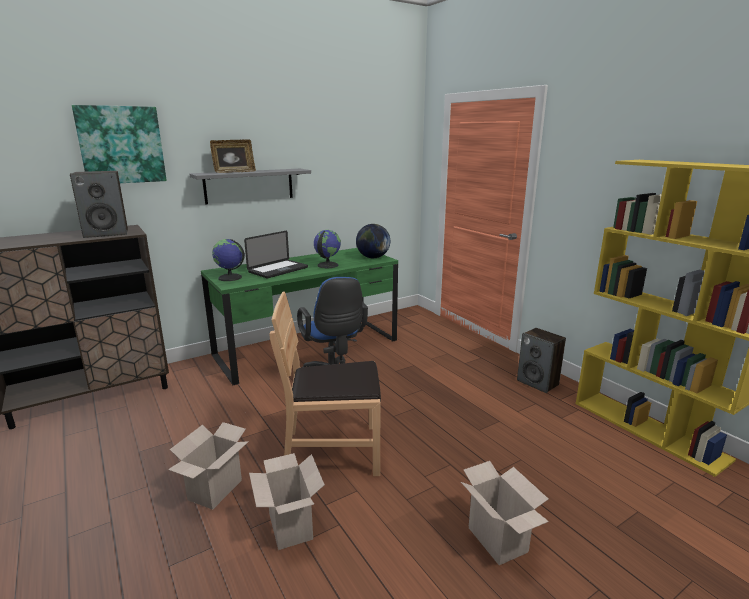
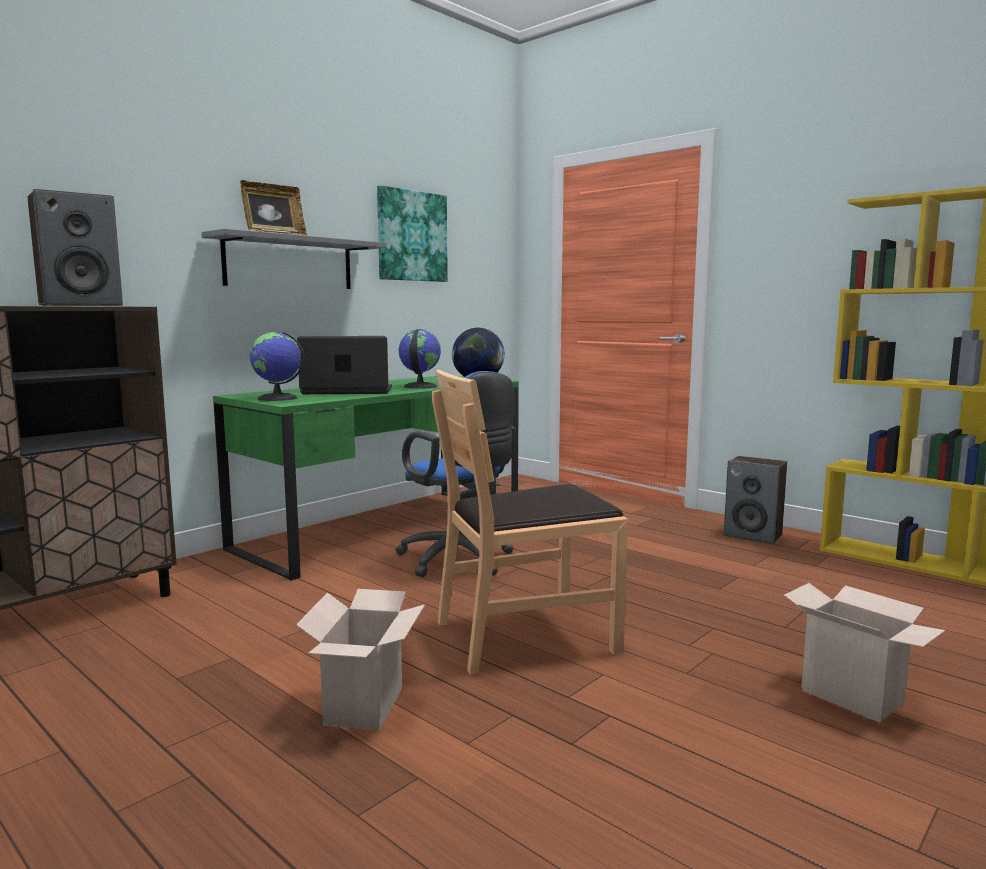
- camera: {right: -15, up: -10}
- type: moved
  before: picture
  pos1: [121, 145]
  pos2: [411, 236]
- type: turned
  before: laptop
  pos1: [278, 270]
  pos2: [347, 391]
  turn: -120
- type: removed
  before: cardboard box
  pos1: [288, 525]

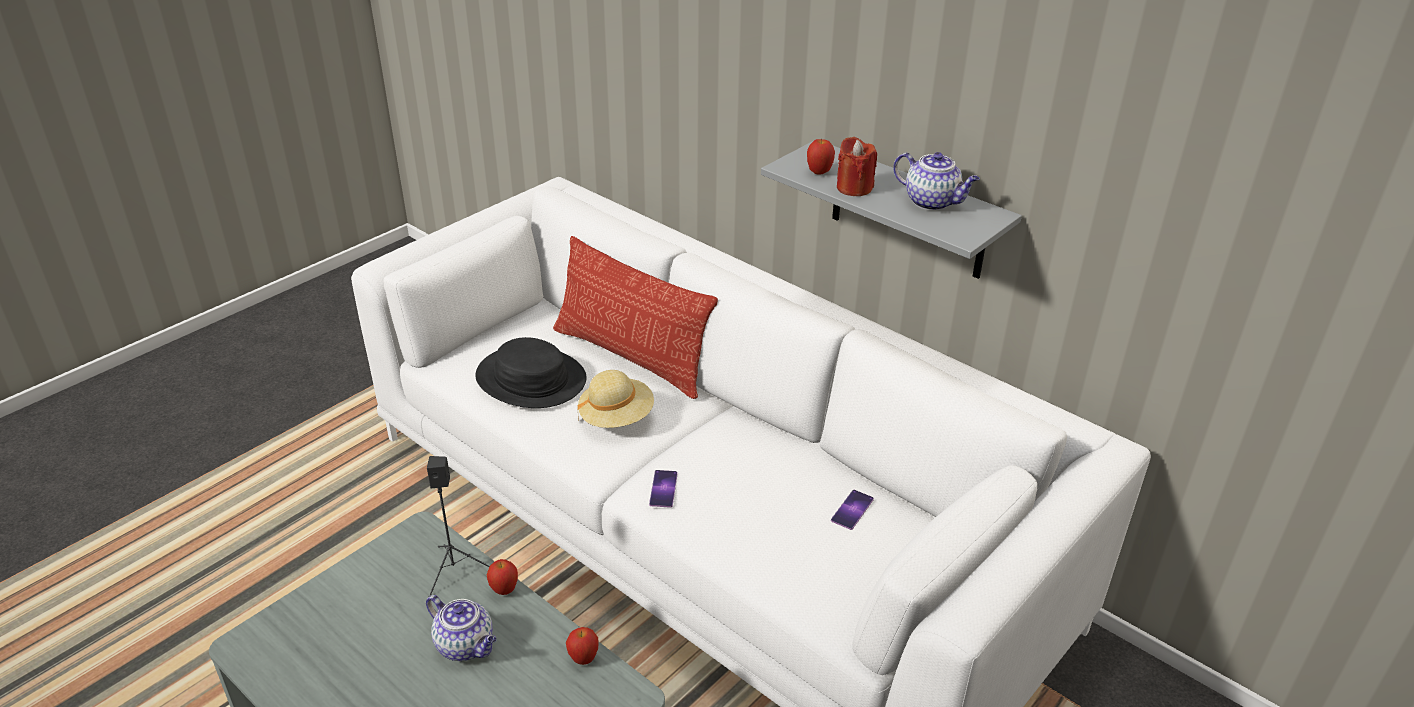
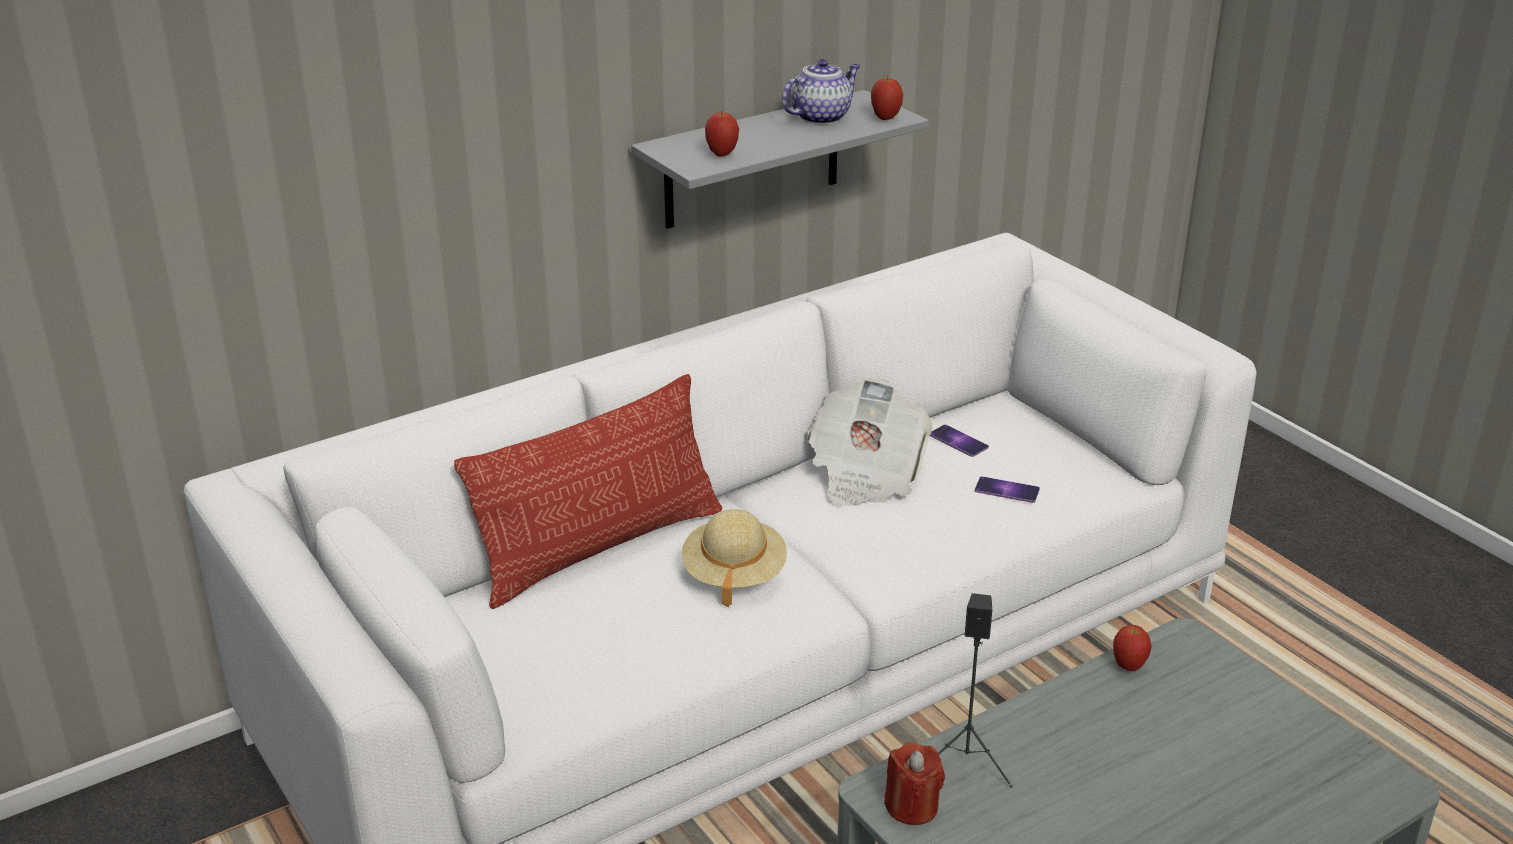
- camera: {right: -75, up: -5}
- type: moved
  before: candle/red
  pos1: [854, 188]
  pos2: [912, 807]
- type: removed
  before: hat/black
  pos1: [531, 379]
- type: moved
  before: phone
  pos1: [663, 489]
  pos2: [1007, 490]
- type: moved
  before: apple
  pos1: [504, 590]
  pos2: [886, 118]
- type: removed
  before: teapot
  pos1: [466, 645]
- type: added
  after: newspaper
  pos2: [866, 473]

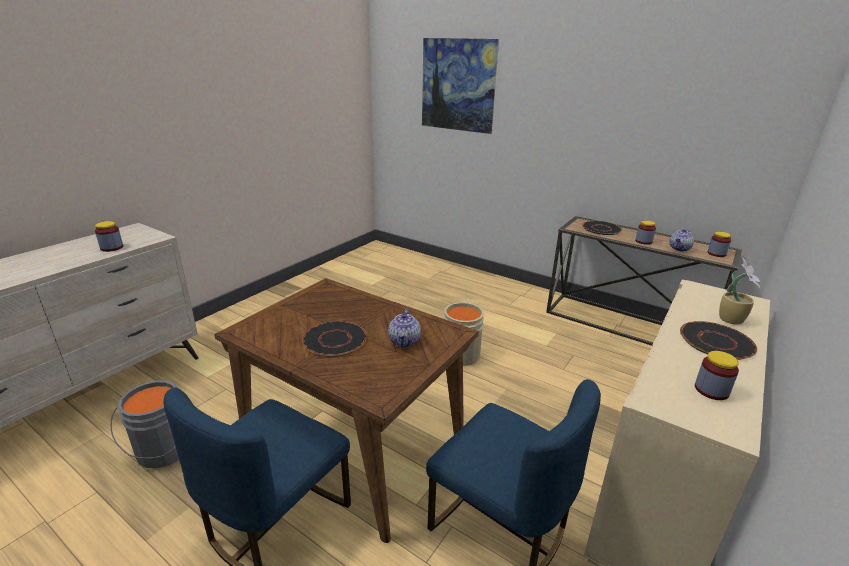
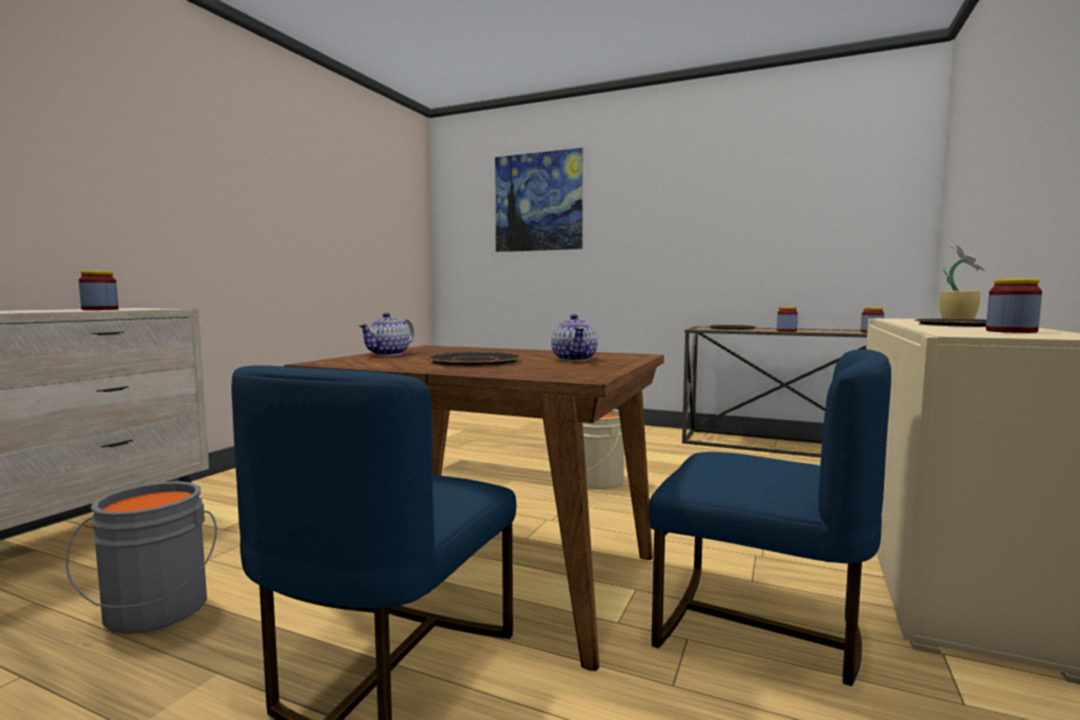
- camera: {right: -10, up: -20}
- type: moved
  before: teapot
  pos1: [679, 249]
  pos2: [388, 354]

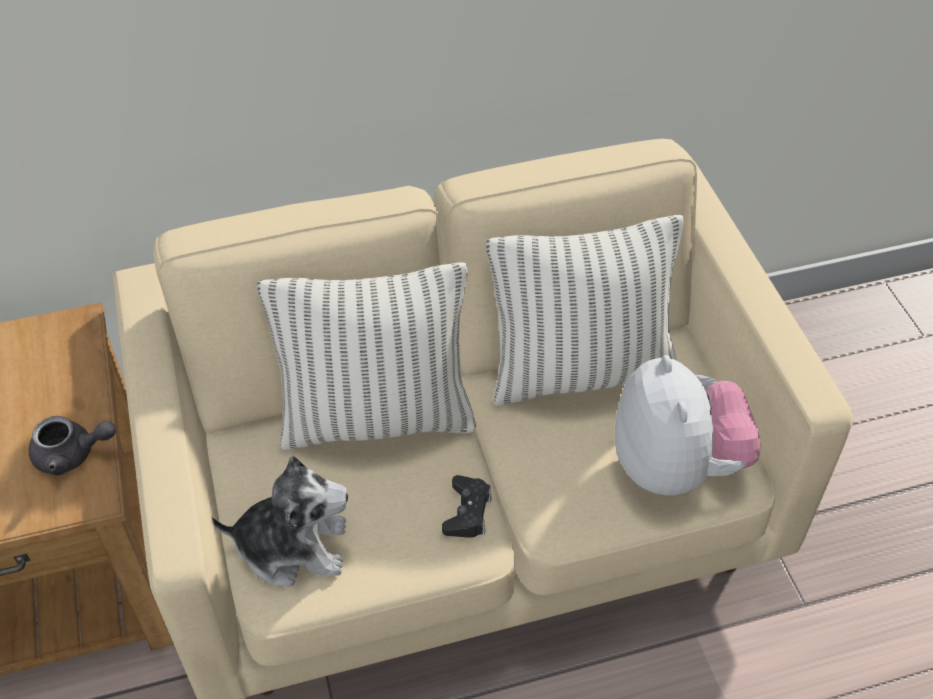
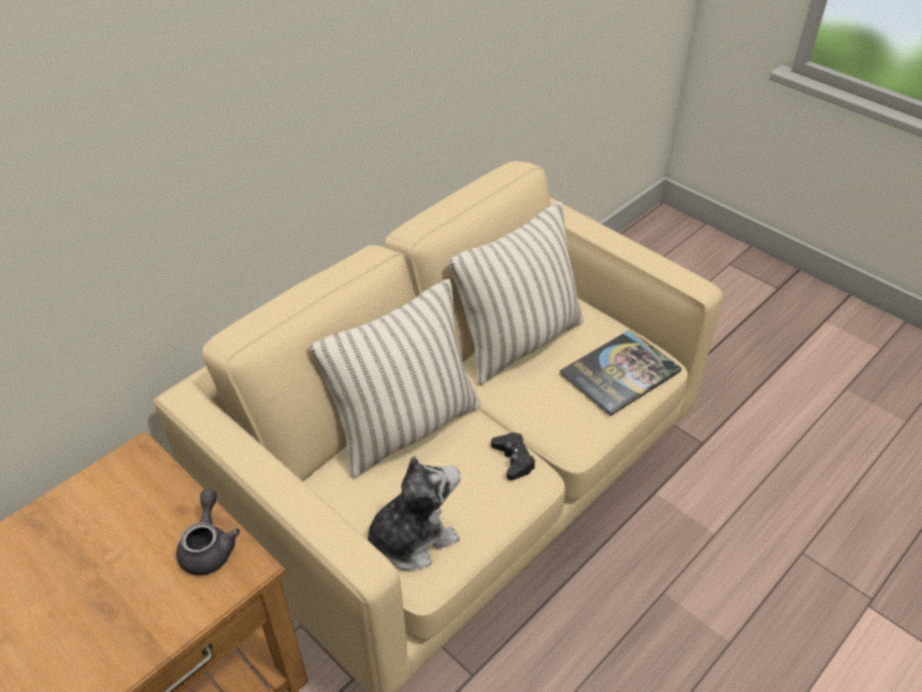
- camera: {right: -30, up: -5}
- type: replaced
  before: plush toy
  after: book
  pos1: [675, 466]
  pos2: [620, 373]
- type: turned
  before: teapot/grey
  pos1: [72, 455]
  pos2: [209, 546]
  turn: -60

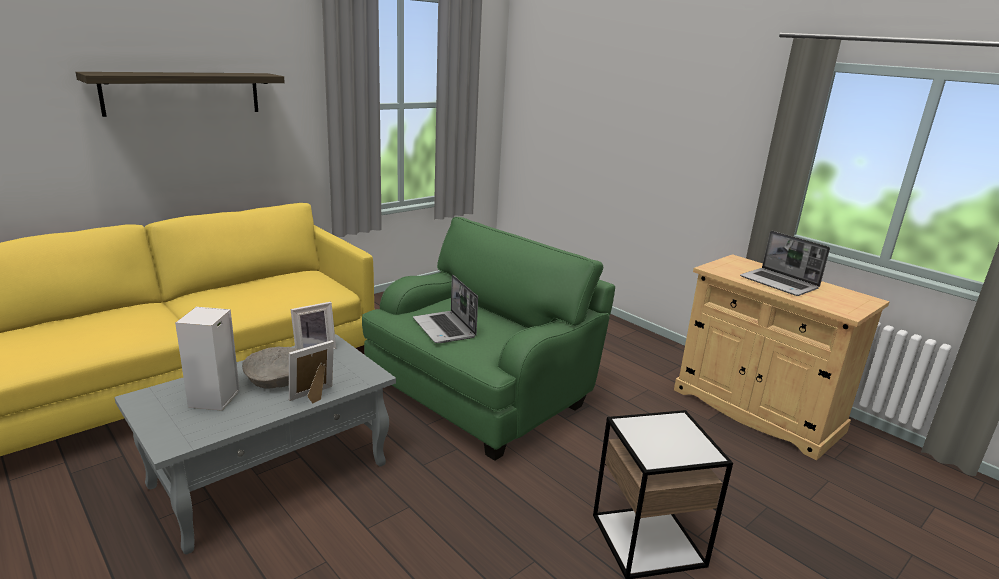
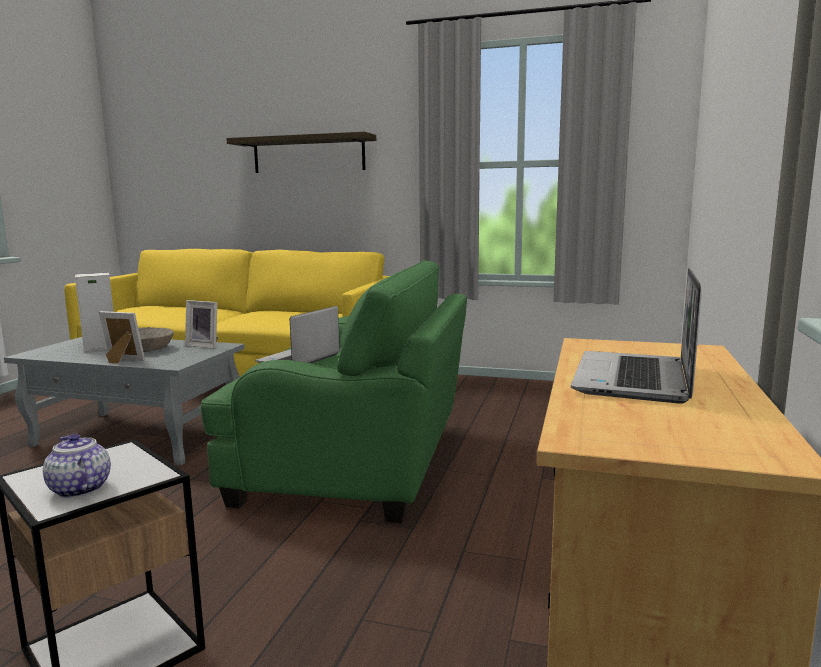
- camera: {right: 60, up: -10}
- type: added
  after: teapot
  pos2: [79, 489]

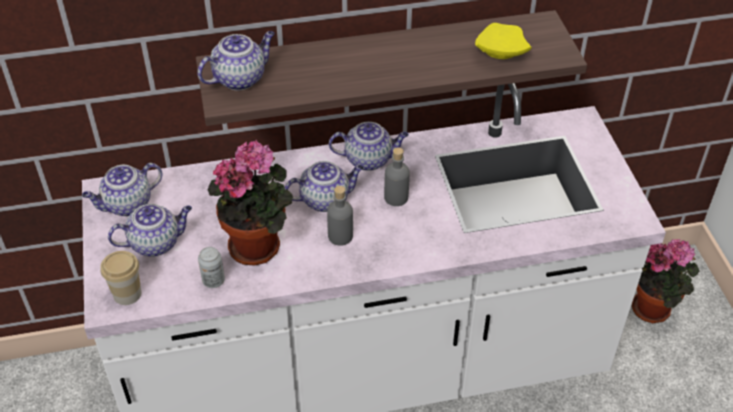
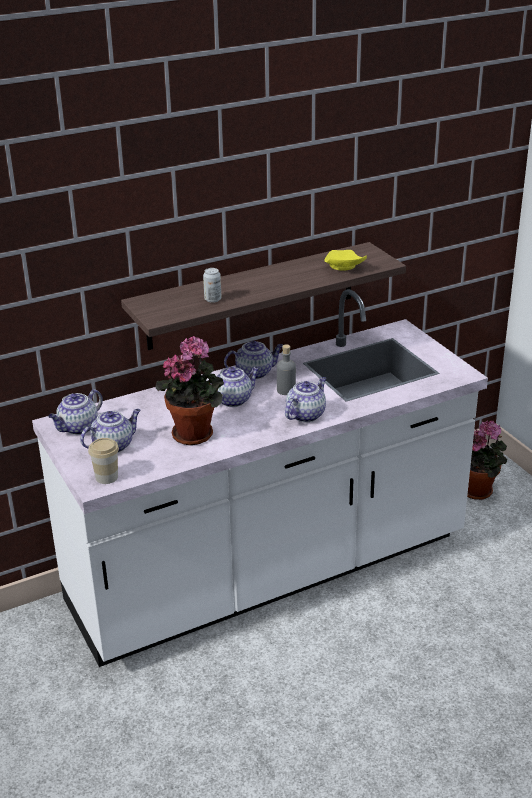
- camera: {right: -15, up: -15}
- type: moved
  before: teapot
  pos1: [240, 78]
  pos2: [306, 414]
- type: removed
  before: bottle/grey
  pos1: [340, 236]
- type: moved
  before: can
  pos1: [213, 281]
  pos2: [213, 299]

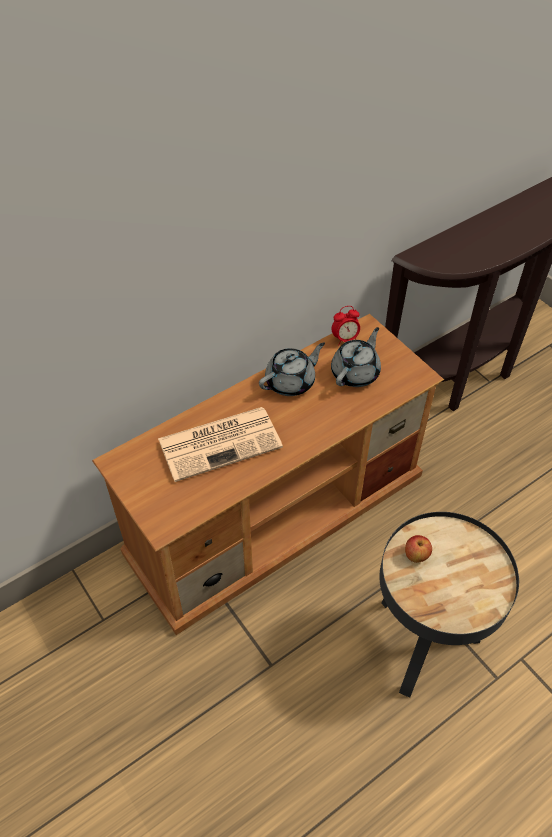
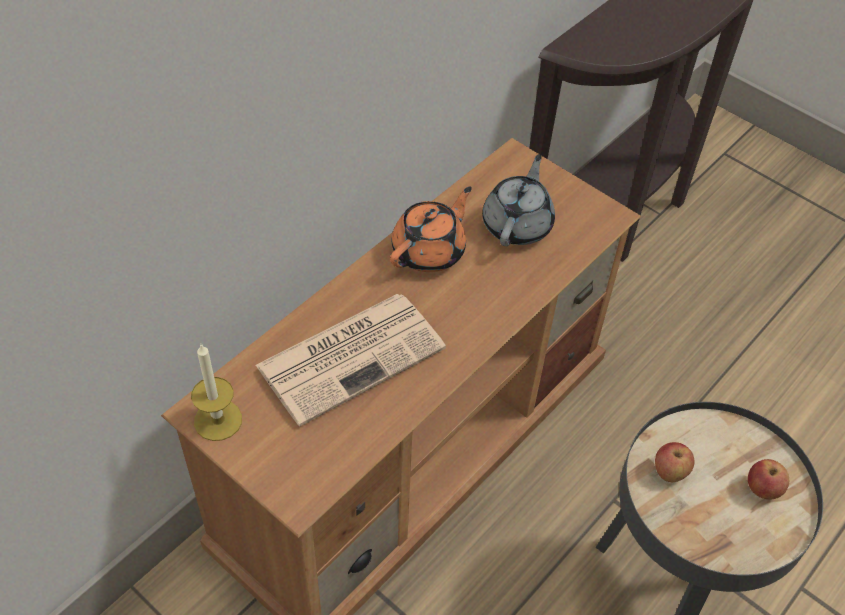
- camera: {right: -15, up: 0}
- type: removed
  before: alarm clock
  pos1: [345, 339]
- type: recoloured
  before: teapot/grey
  after: teapot/orange
  pos1: [291, 382]
  pos2: [430, 251]
- type: added
  after: candle
  pos2: [218, 420]
- type: added
  after: apple
  pos2: [762, 489]

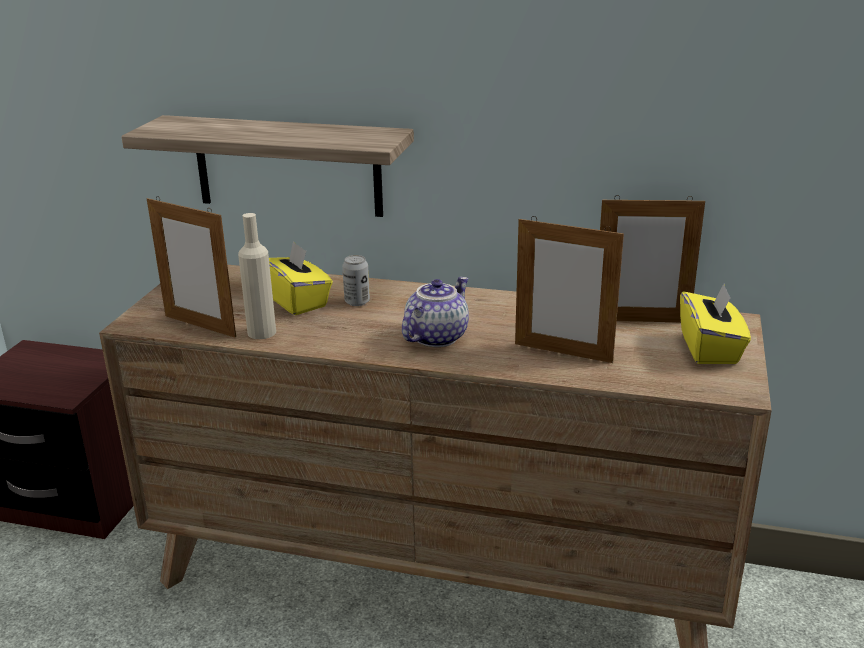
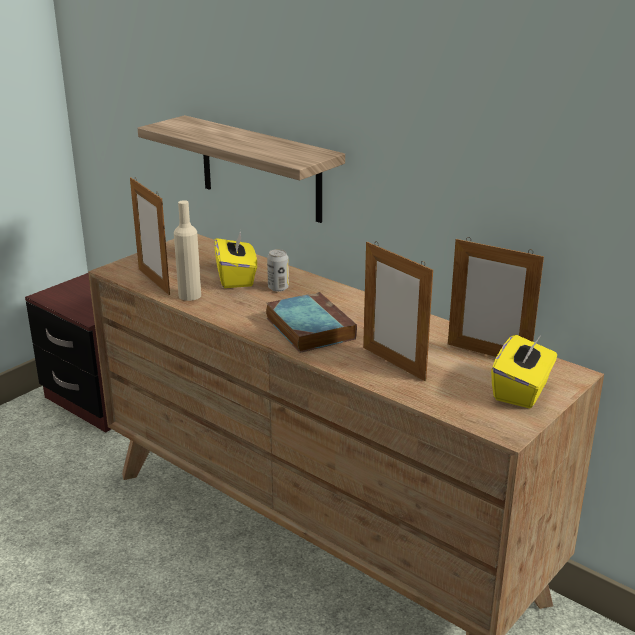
- camera: {right: 25, up: 0}
- type: replaced
  before: teapot
  after: book
  pos1: [435, 337]
  pos2: [308, 328]

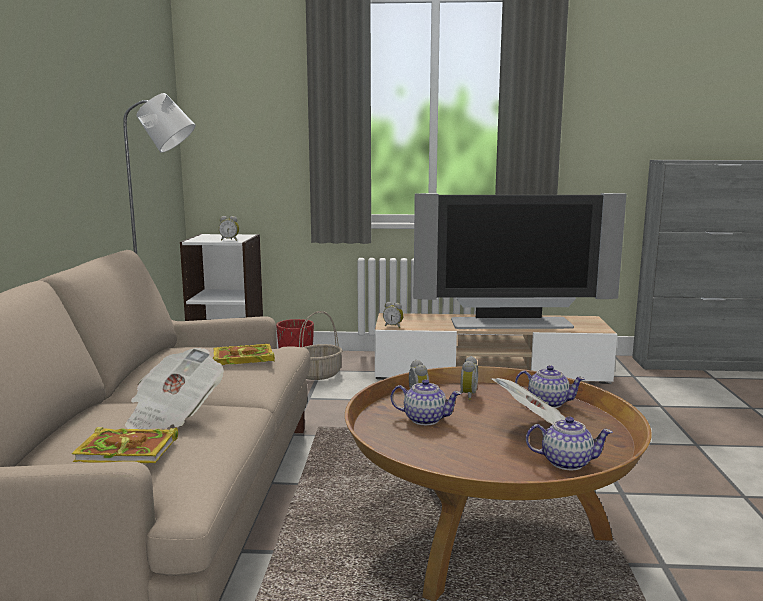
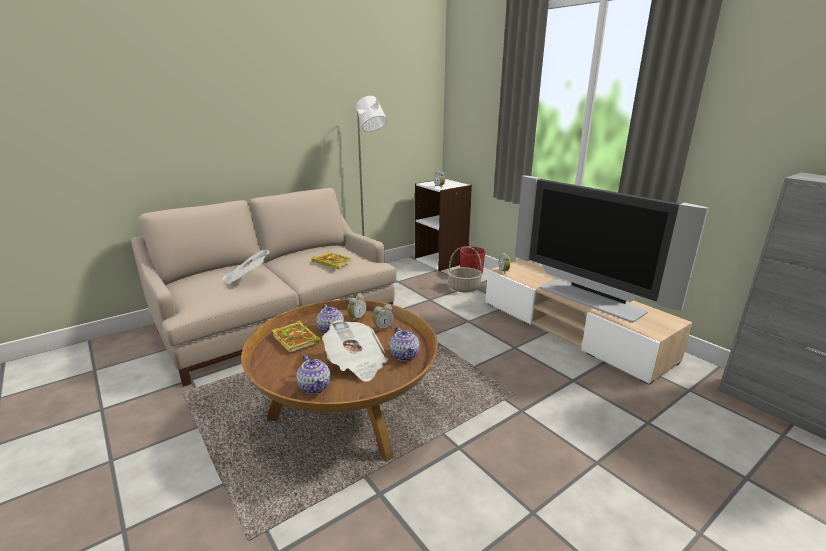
- camera: {right: 50, up: 10}
- type: moved
  before: book
  pos1: [129, 450]
  pos2: [296, 339]

